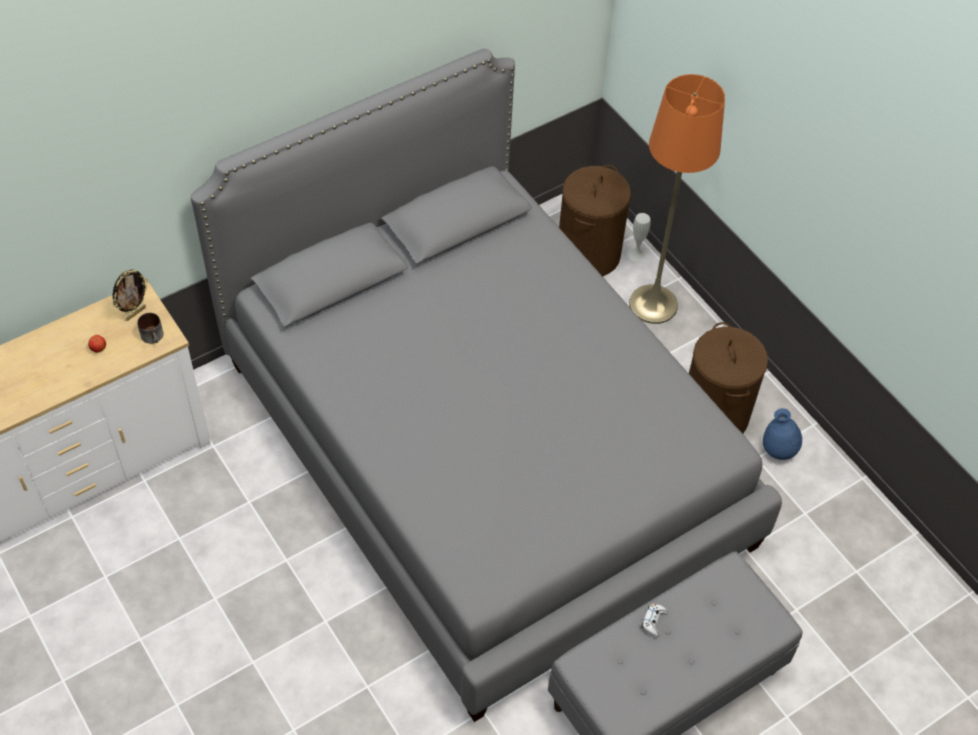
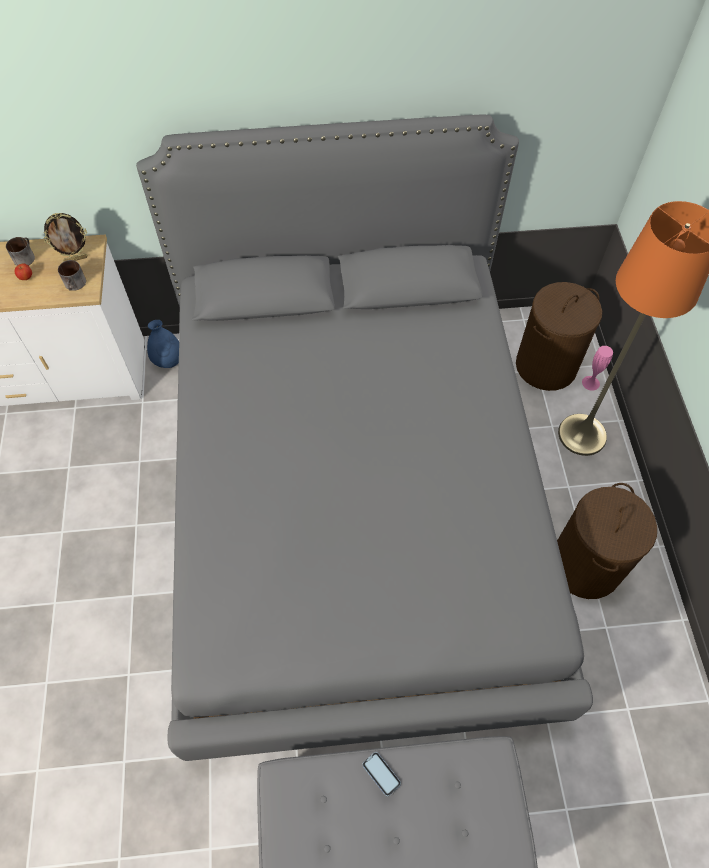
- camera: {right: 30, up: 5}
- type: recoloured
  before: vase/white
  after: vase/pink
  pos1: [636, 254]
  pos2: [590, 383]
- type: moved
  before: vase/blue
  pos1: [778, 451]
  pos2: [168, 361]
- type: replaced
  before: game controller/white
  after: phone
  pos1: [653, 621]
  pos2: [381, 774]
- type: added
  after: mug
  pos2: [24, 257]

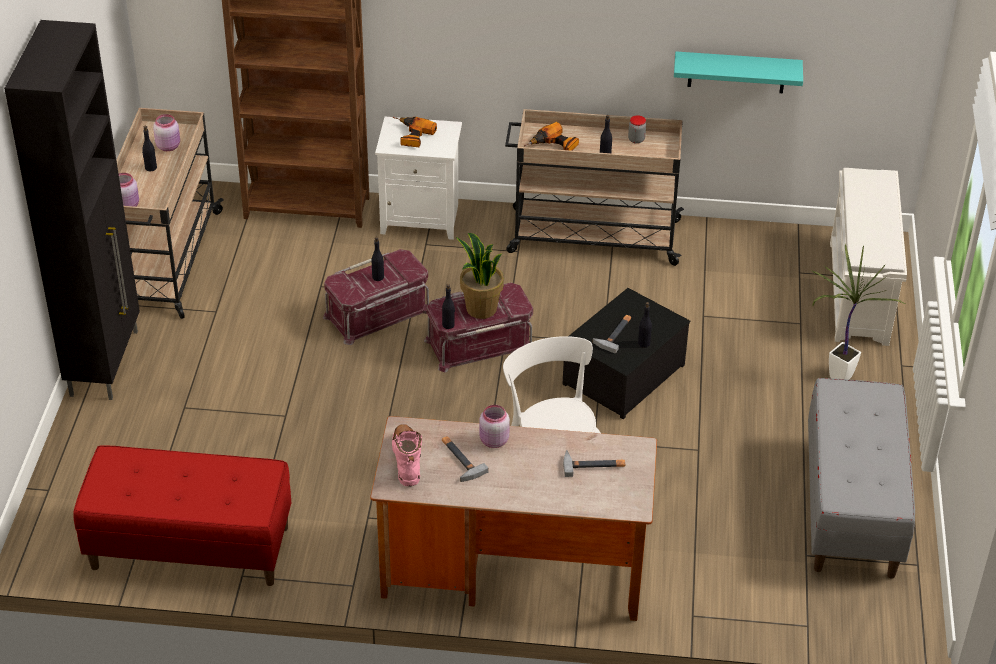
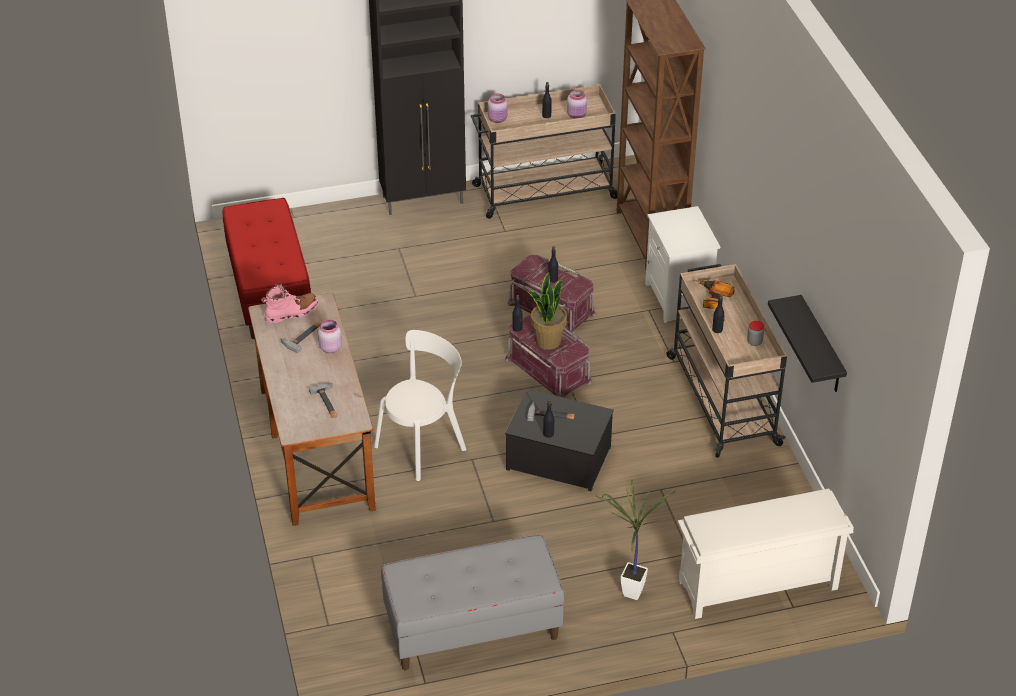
- camera: {right: 70, up: 0}
- type: recoloured
  before: shelf/turquoise
  after: shelf/black
  pos1: [736, 72]
  pos2: [821, 347]
- type: removed
  before: power drill
  pos1: [411, 136]

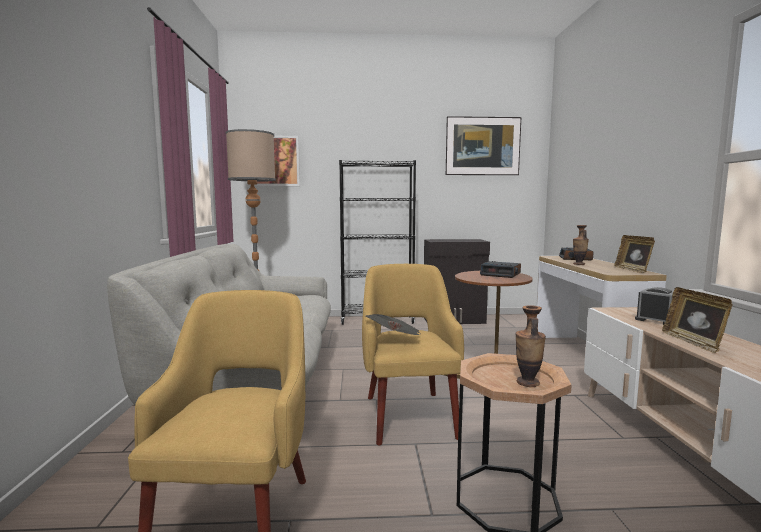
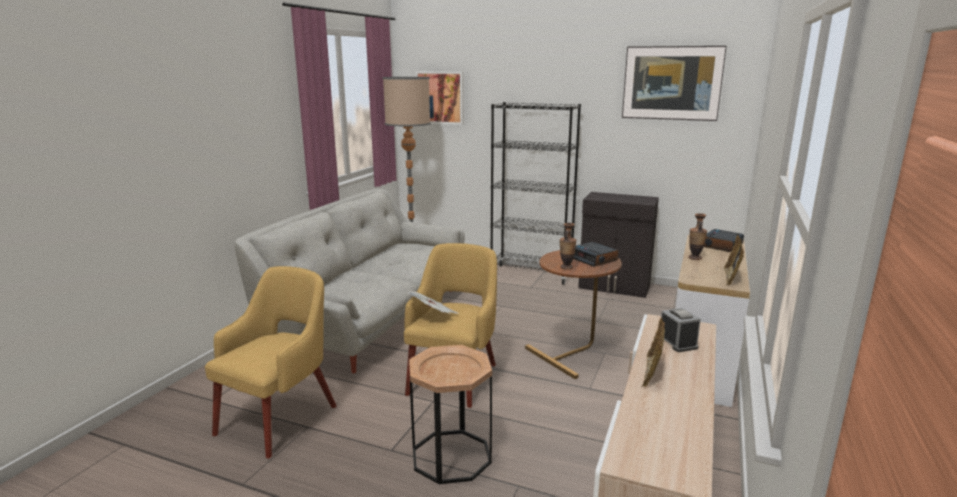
- camera: {right: 25, up: 10}
- type: moved
  before: vase
  pos1: [528, 383]
  pos2: [566, 267]

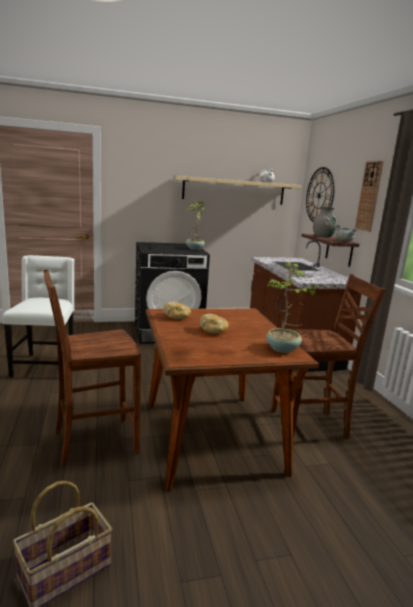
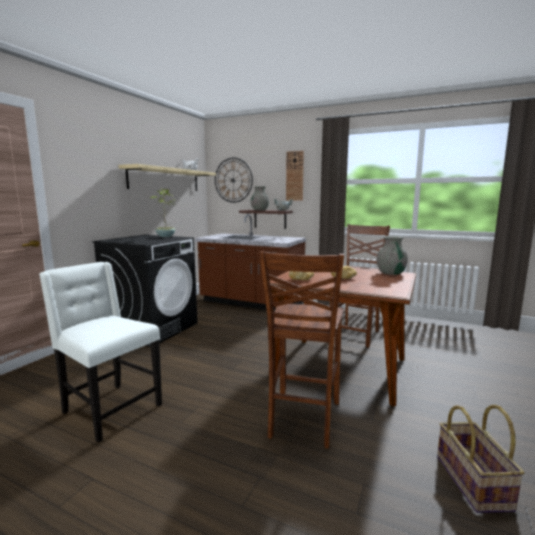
- camera: {right: -50, up: -5}
- type: replaced
  before: potted plant
  after: vase/grey
  pos1: [283, 349]
  pos2: [391, 273]

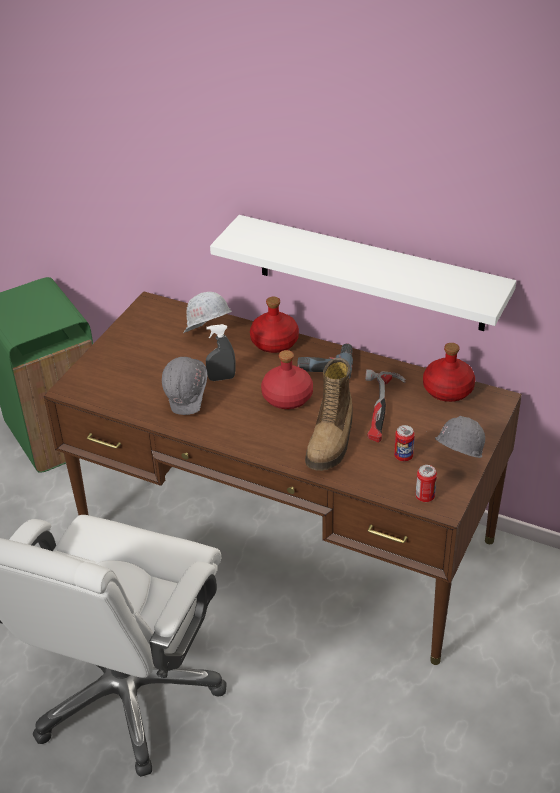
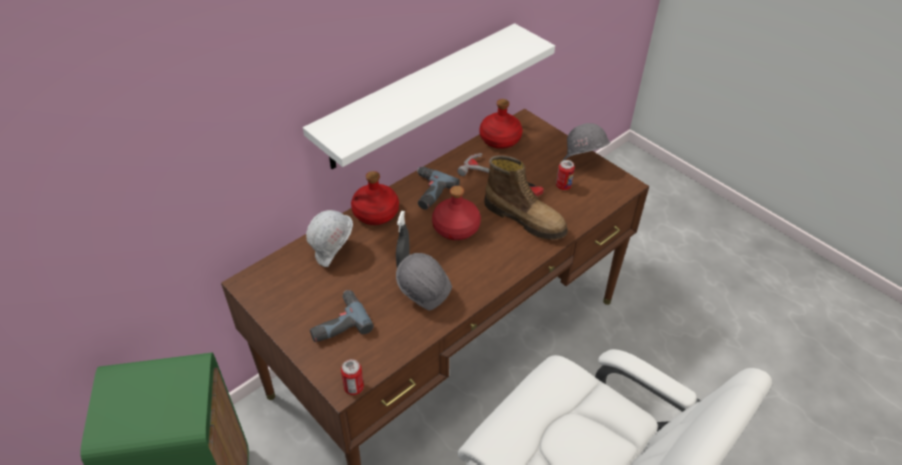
- camera: {right: -70, up: 5}
- type: moved
  before: can
  pos1: [425, 496]
  pos2: [354, 387]
- type: added
  after: power drill
  pos2: [337, 322]

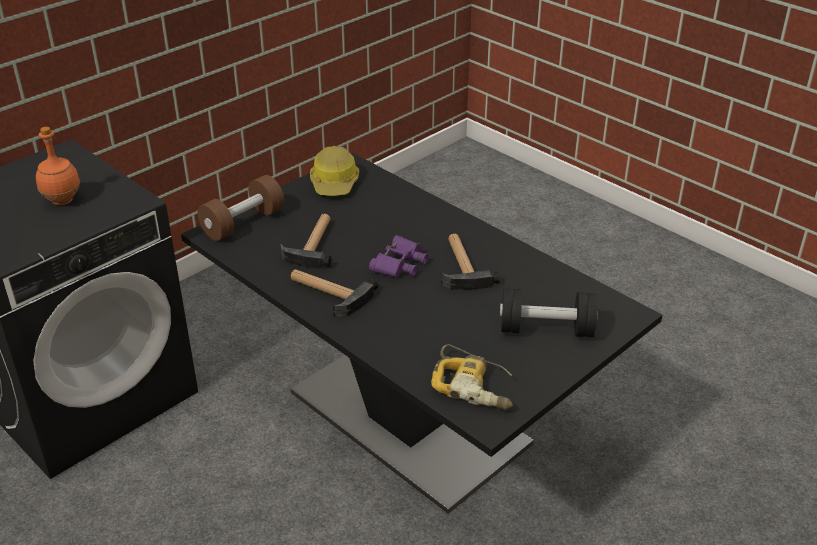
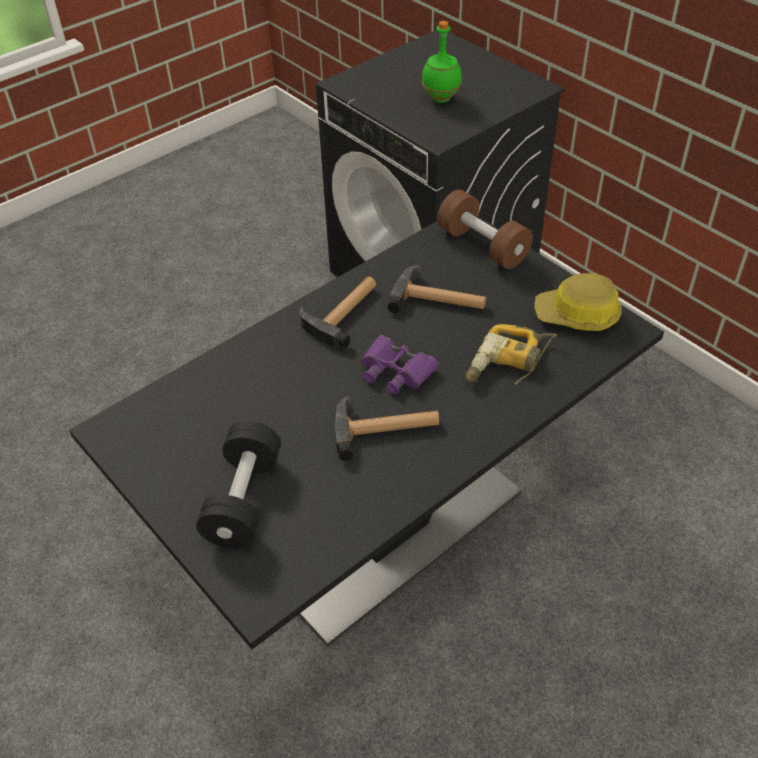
- camera: {right: 95, up: 10}
- type: recoloured
  before: bottle/orange
  after: bottle/green
  pos1: [63, 201]
  pos2: [440, 99]
- type: moved
  before: power drill
  pos1: [474, 386]
  pos2: [508, 364]

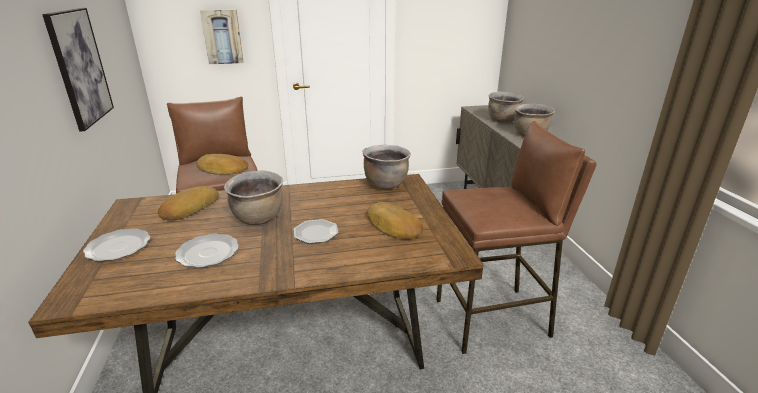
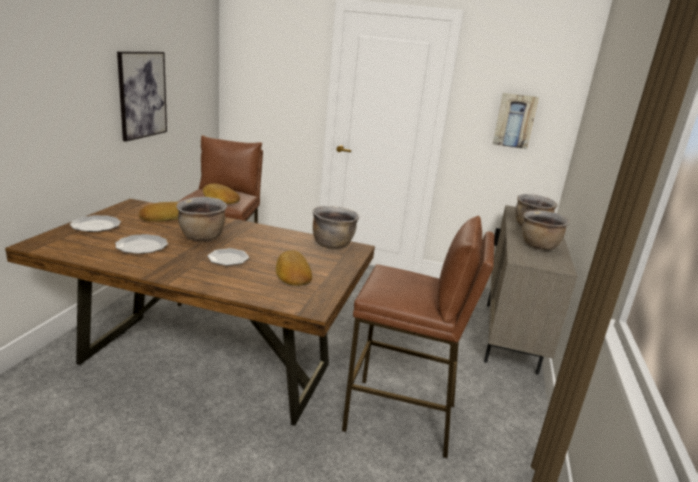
- camera: {right: 25, up: -5}
- type: moved
  before: picture
  pos1: [222, 37]
  pos2: [514, 120]

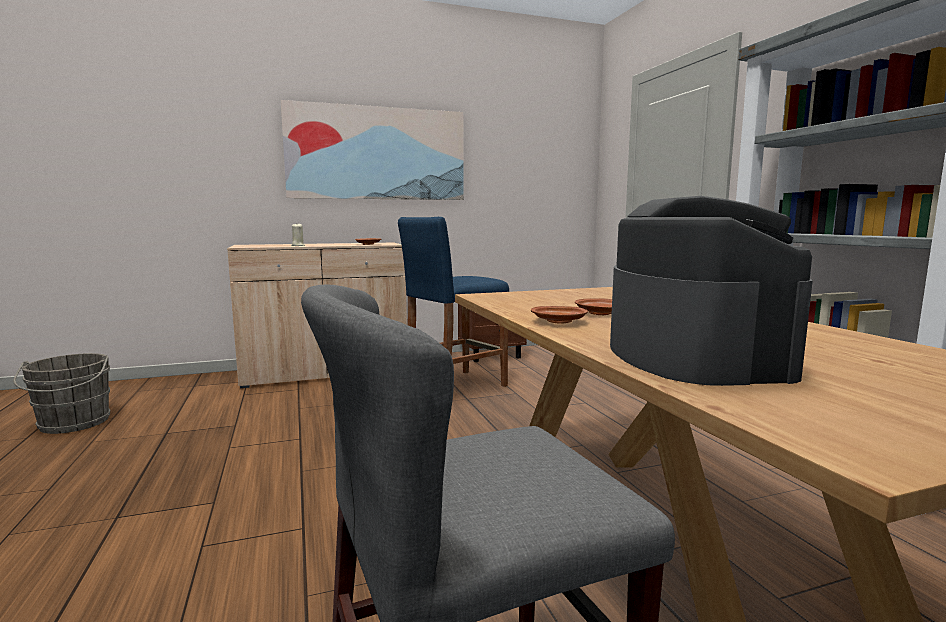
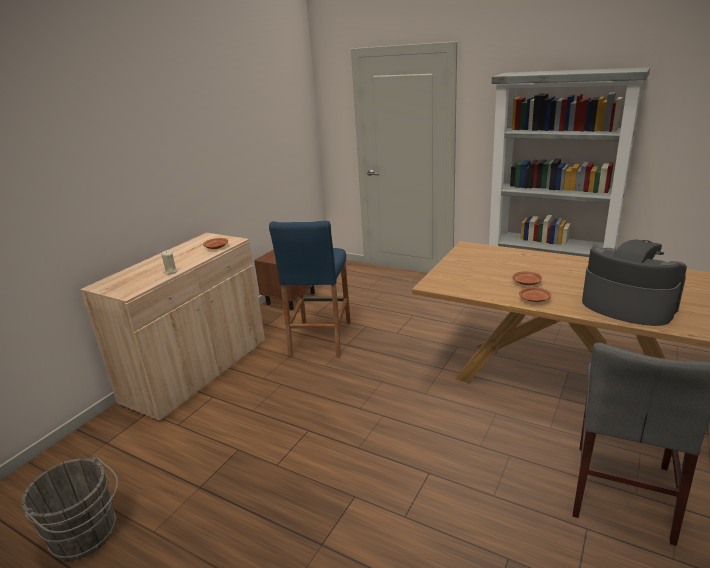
- camera: {right: -40, up: 15}
- type: removed
  before: picture
  pos1: [377, 153]

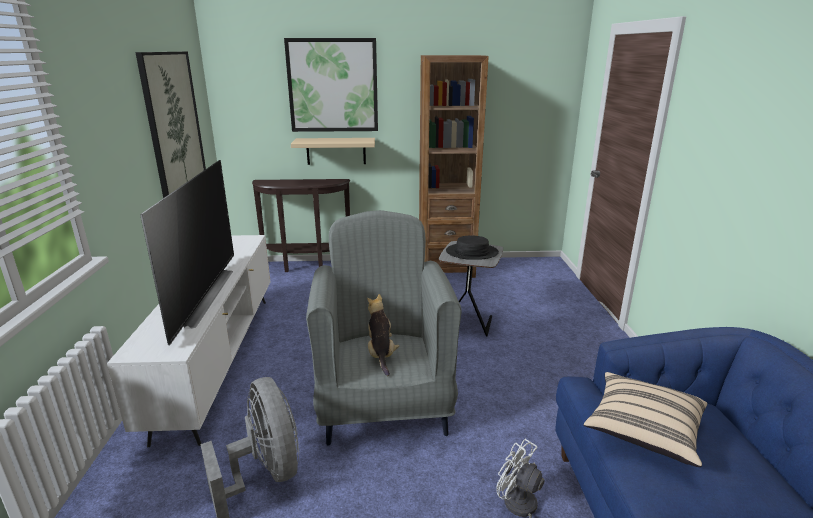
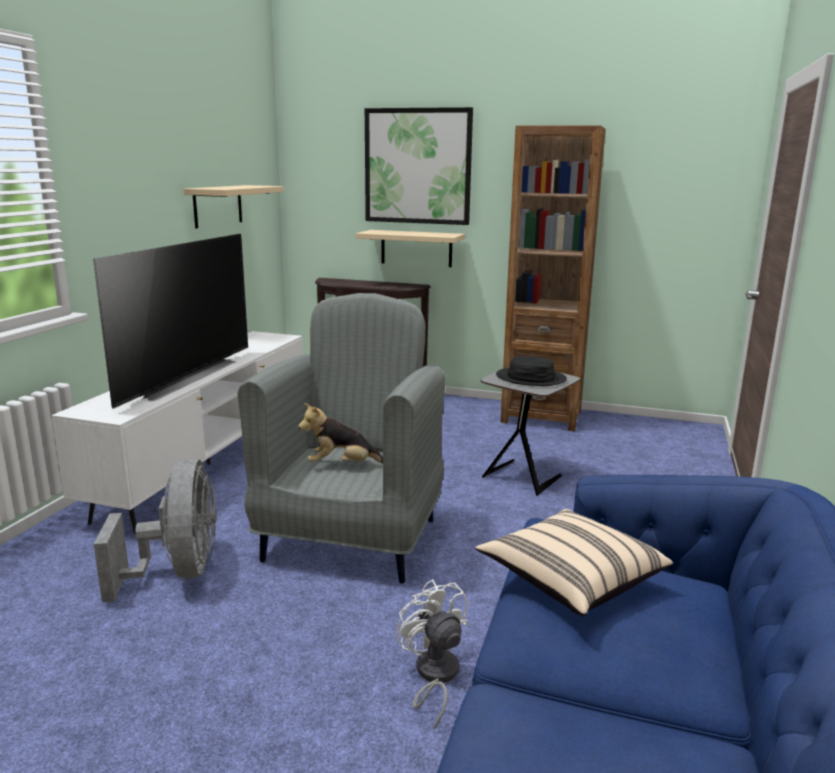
- camera: {right: 20, up: -5}
- type: replaced
  before: picture
  after: shelf/beige
  pos1: [175, 131]
  pos2: [218, 206]
- type: turned
  before: plush toy
  pos1: [381, 354]
  pos2: [342, 465]
  turn: -105

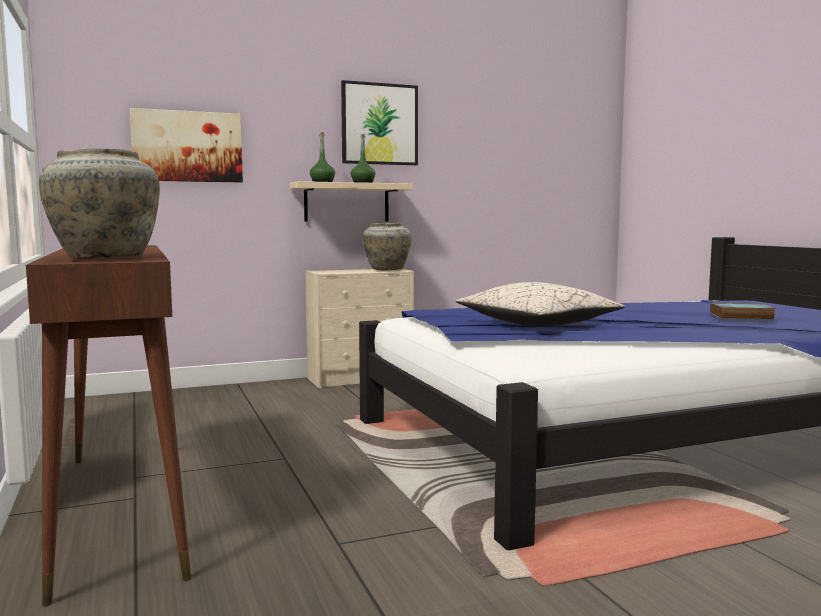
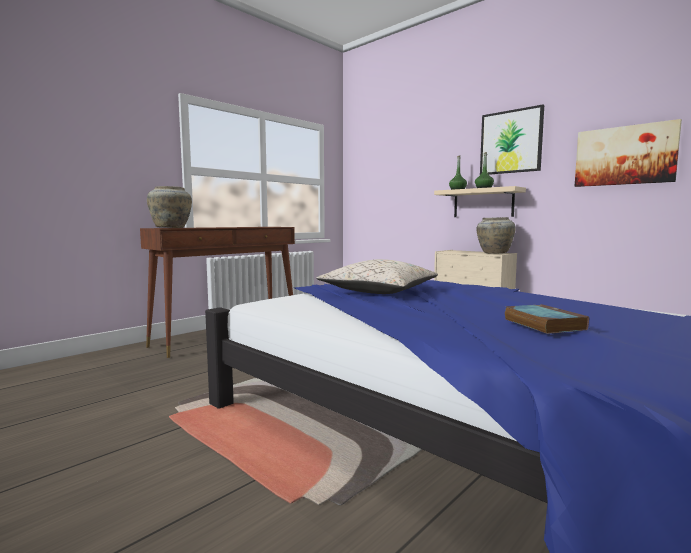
- camera: {right: 65, up: 0}
- type: moved
  before: picture
  pos1: [187, 146]
  pos2: [624, 155]

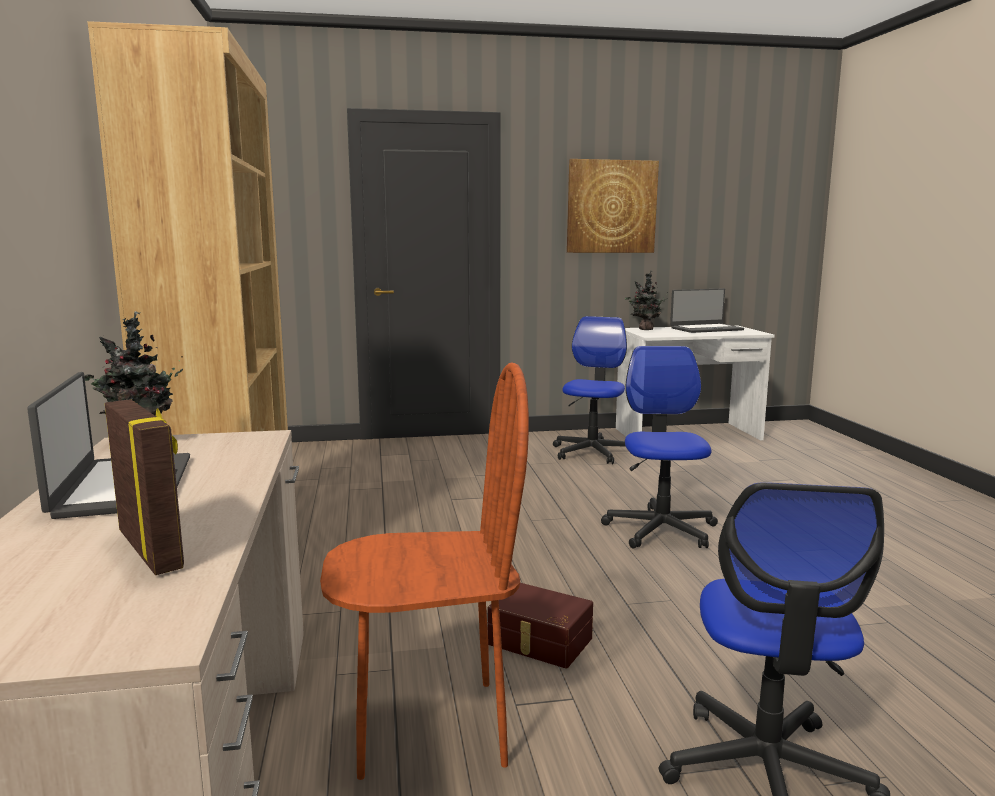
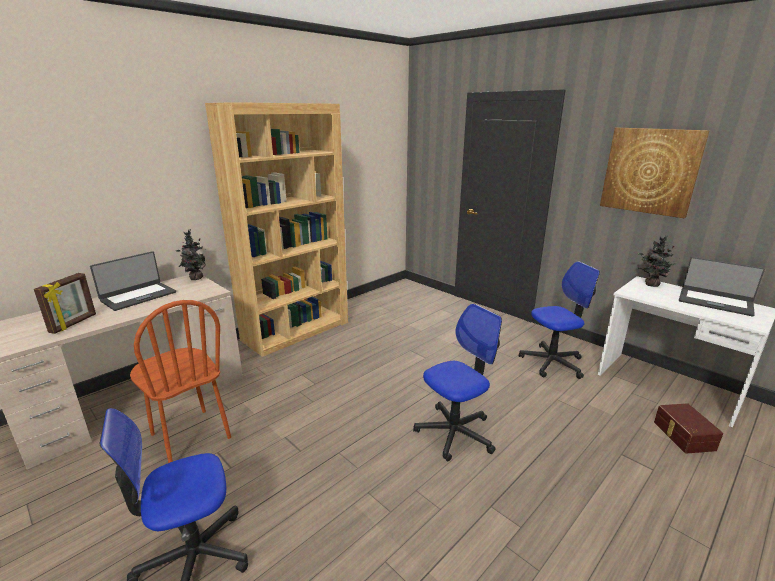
- camera: {right: 55, up: 10}
- type: moved
  before: storage box/brown
  pos1: [539, 642]
  pos2: [682, 436]

